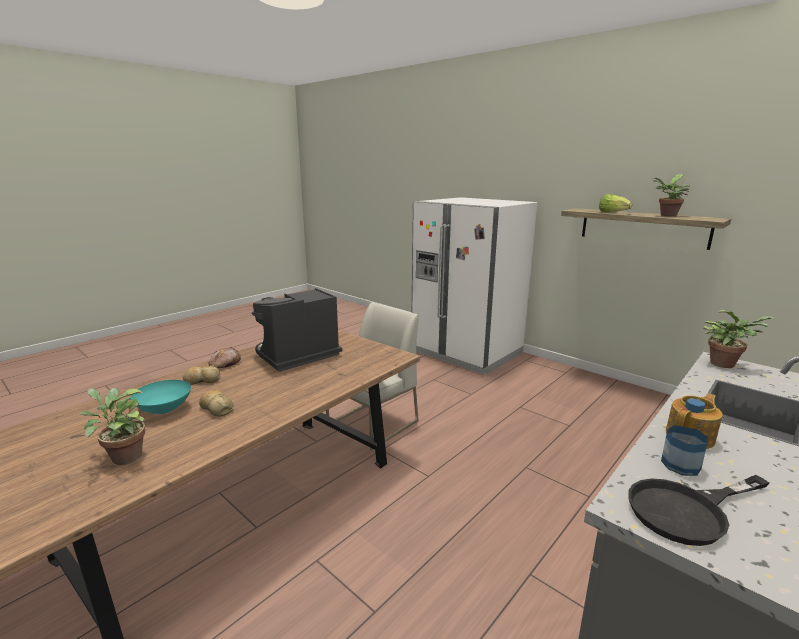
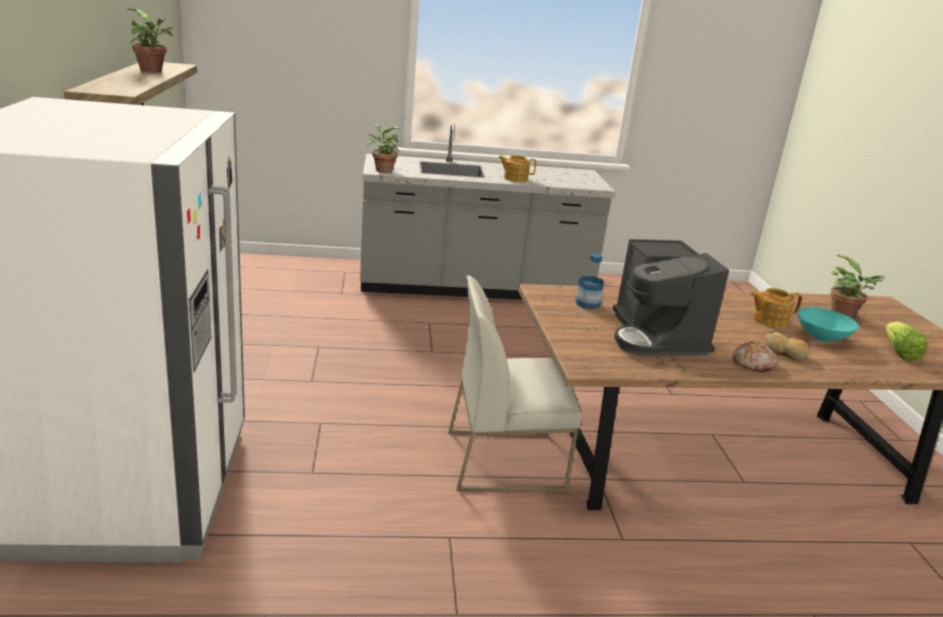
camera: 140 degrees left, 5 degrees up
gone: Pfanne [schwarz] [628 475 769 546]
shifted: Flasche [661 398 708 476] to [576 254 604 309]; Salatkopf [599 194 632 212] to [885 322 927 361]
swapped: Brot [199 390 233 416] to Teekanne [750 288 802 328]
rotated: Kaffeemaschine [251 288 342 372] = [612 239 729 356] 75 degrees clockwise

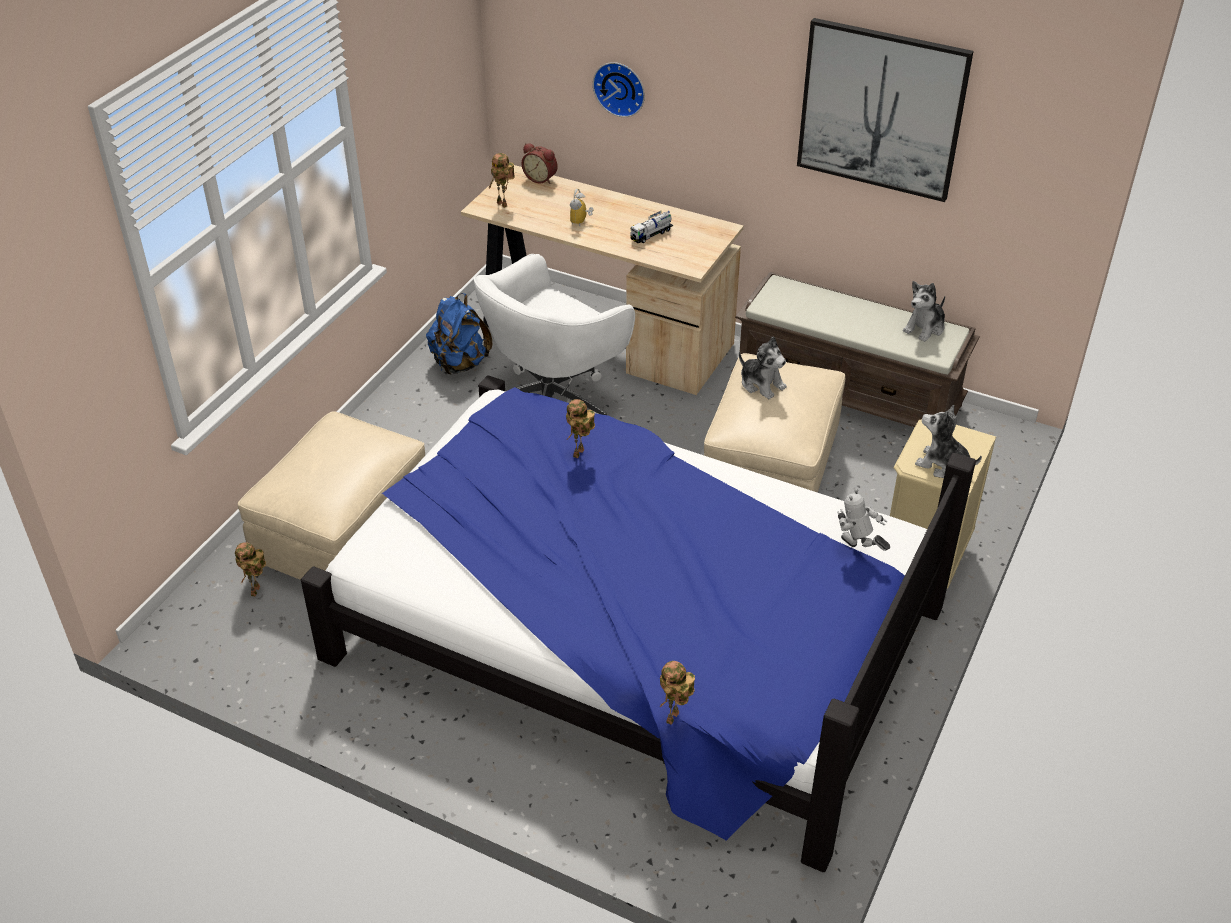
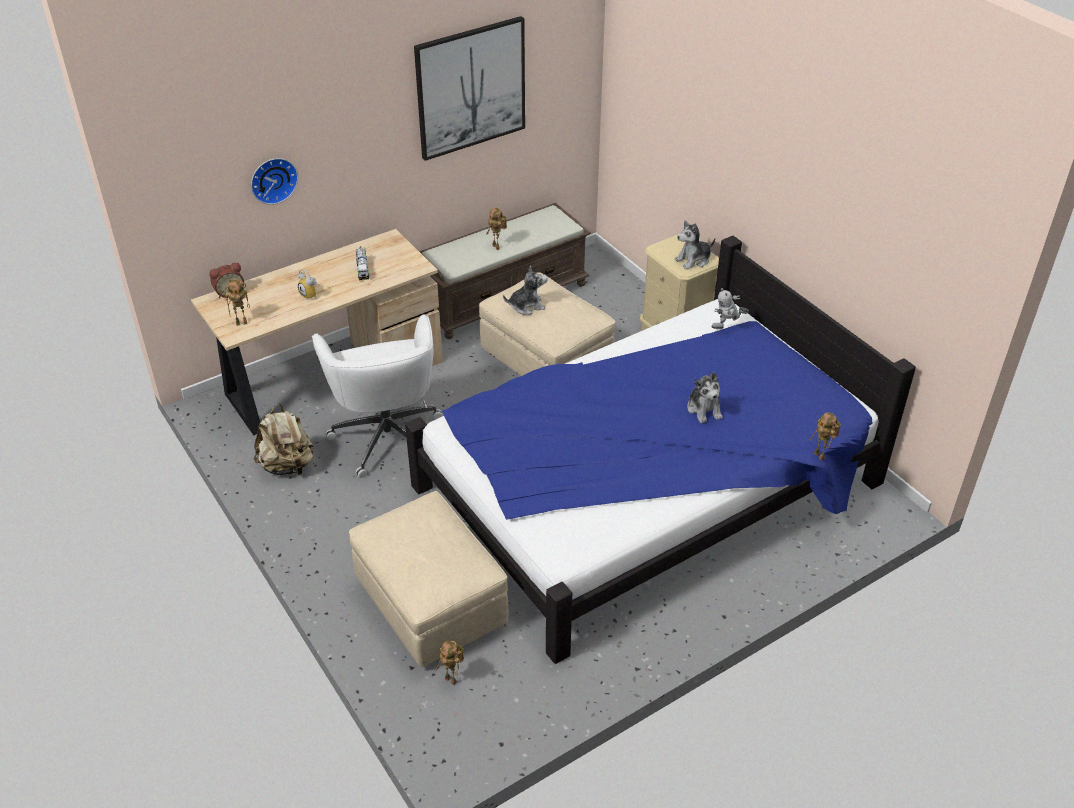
camera: 60 degrees left, 0 degrees up
shifted: Spielzeugroboter [566 399 595 458] to [487 208 507 250]; Plüschtier [903 281 945 342] to [687 372 723 423]
repainted: Rucksack [blau] [426 293 492 375] to Rucksack [beige] [253 403 314 475]

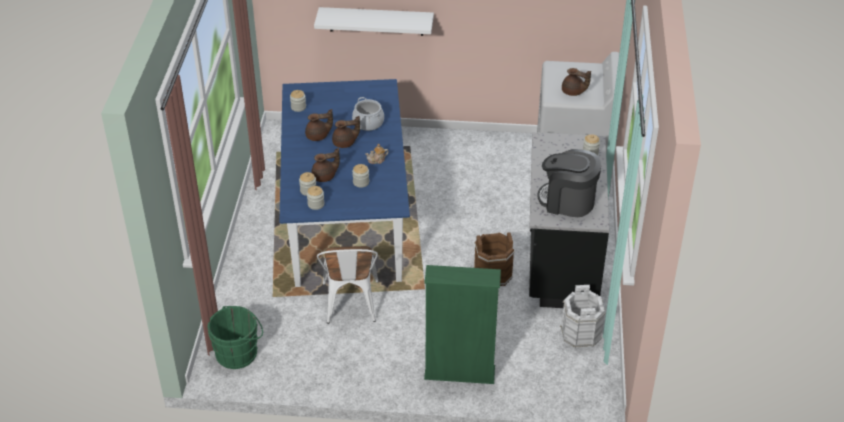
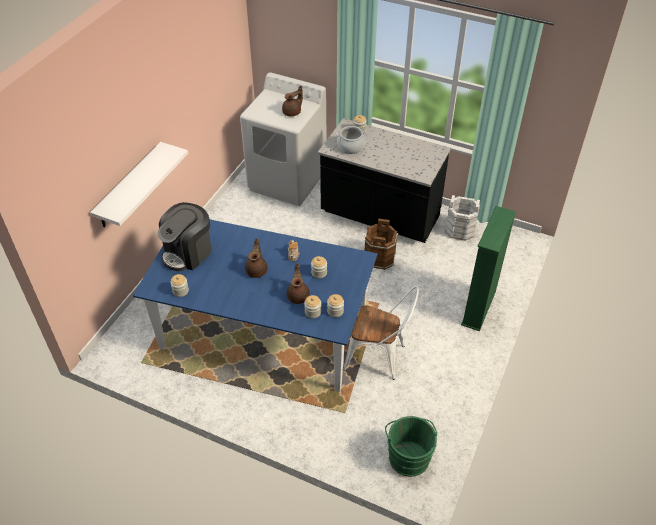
camera: 70 degrees left, 5 degrees up
gone: Teekanne [braun] [305 109 333 141]
shifted: Kaffeemaschine [538 149 601 217] to [158 202 212 271]; Kochtopf [352 97 384 131] to [336 126 367 154]

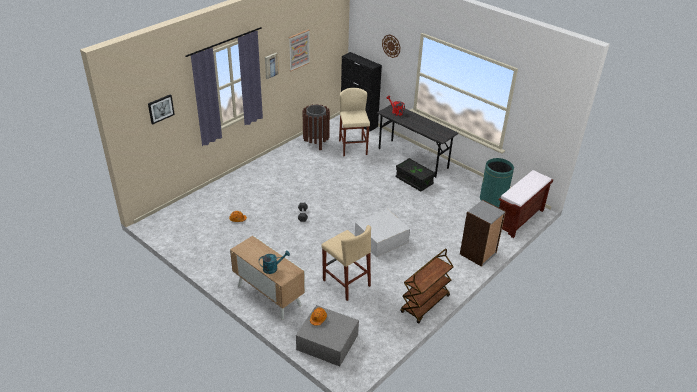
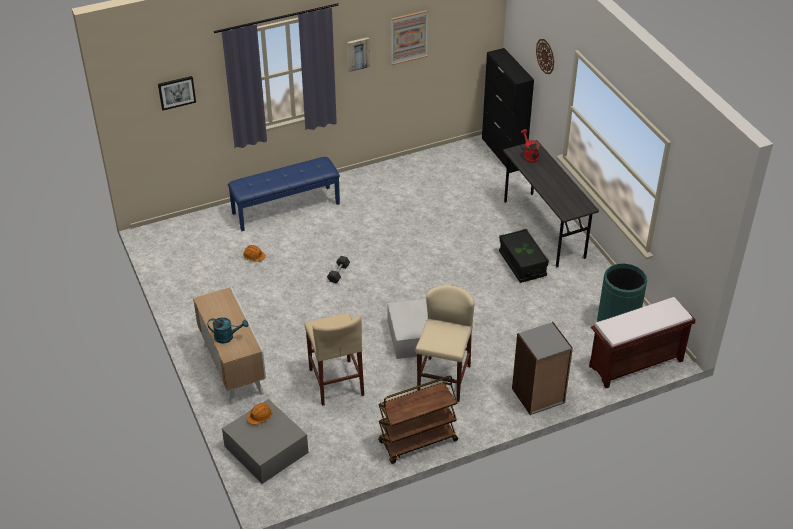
camera: 25 degrees right, 5 degrees up
gone: Mülleimer [braun] [303 104 330 150]
new: Bank [blau] [228 157 340 231]
shifted: Hocker [beige] [339 88 370 156] to [415 285 474 402]

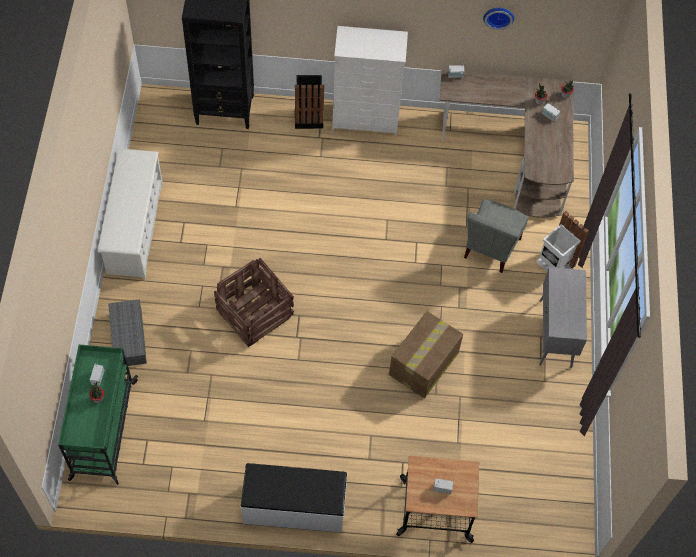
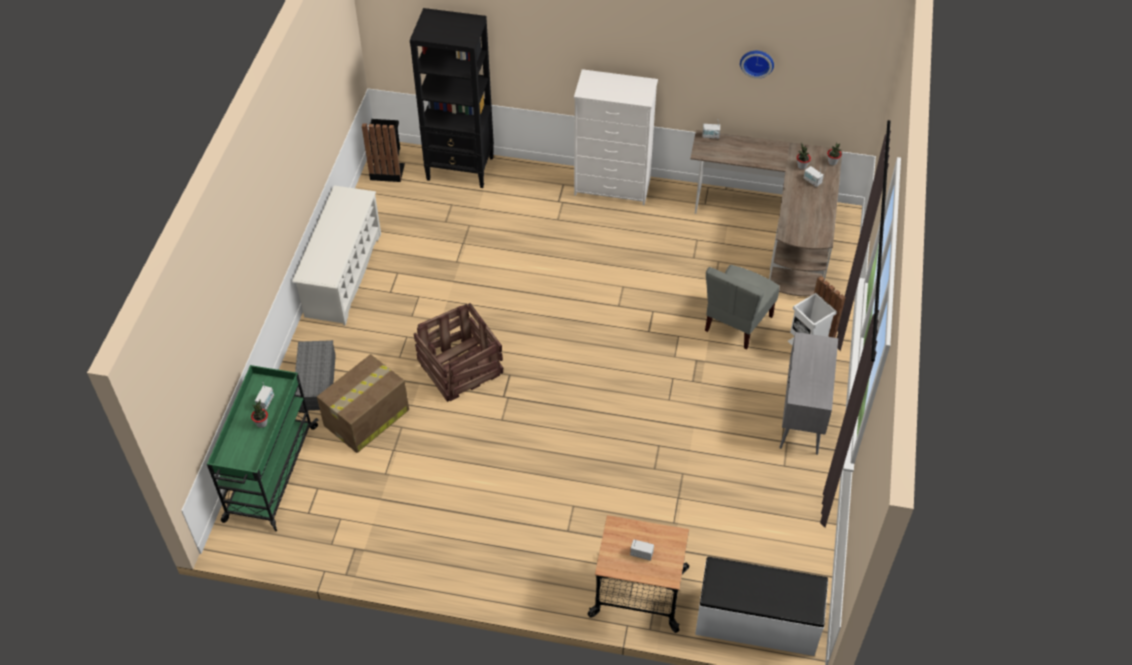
camera: 10 degrees right, 10 degrees down
shifted: Karton [389 311 463 398] to [317 354 409 453]; Mülleimer [schwarz] [295 75 324 129] to [362 119 405 182]; Bank [weiß] [241 463 347 533] to [695 557 828 656]

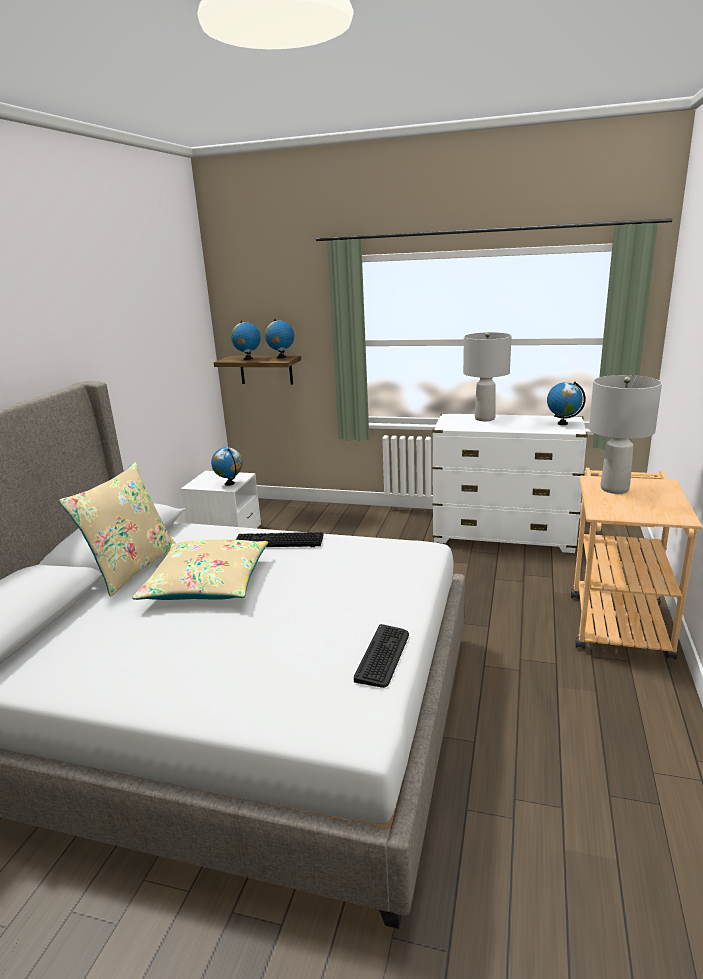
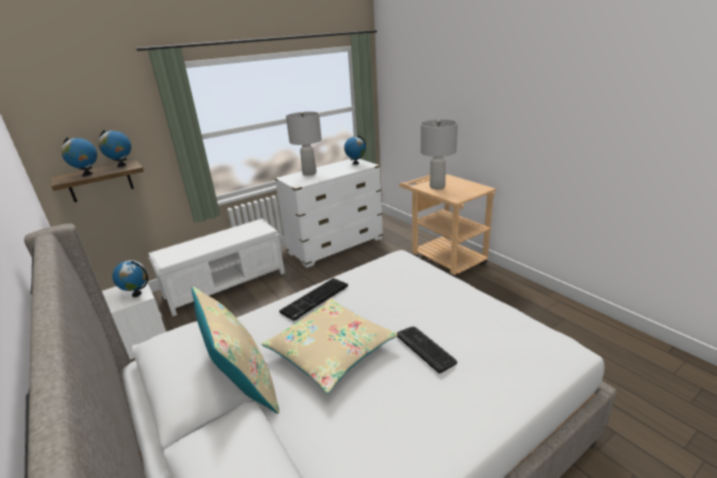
camera: 50 degrees left, 5 degrees up
new: Bank [weiß] [148 218 285 316]
shifted: Tastatur [354 624 409 688] to [397 327 457 374]

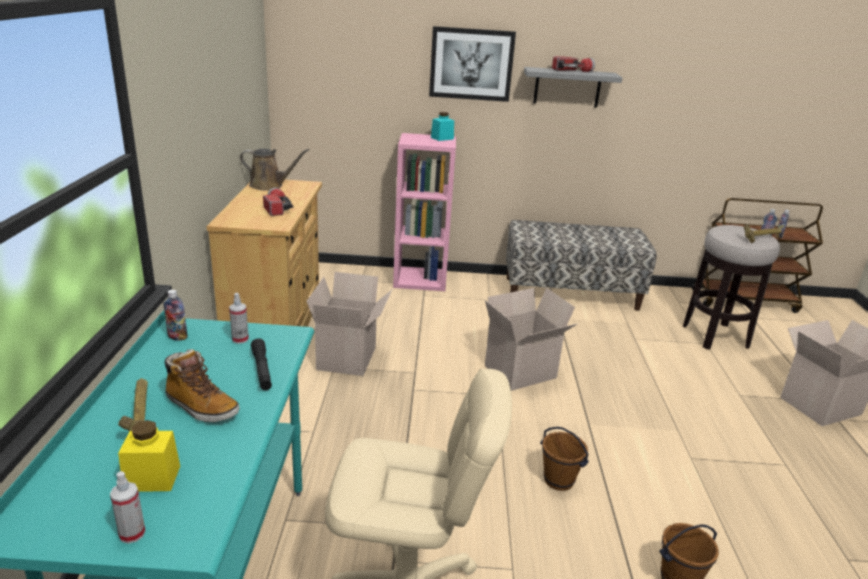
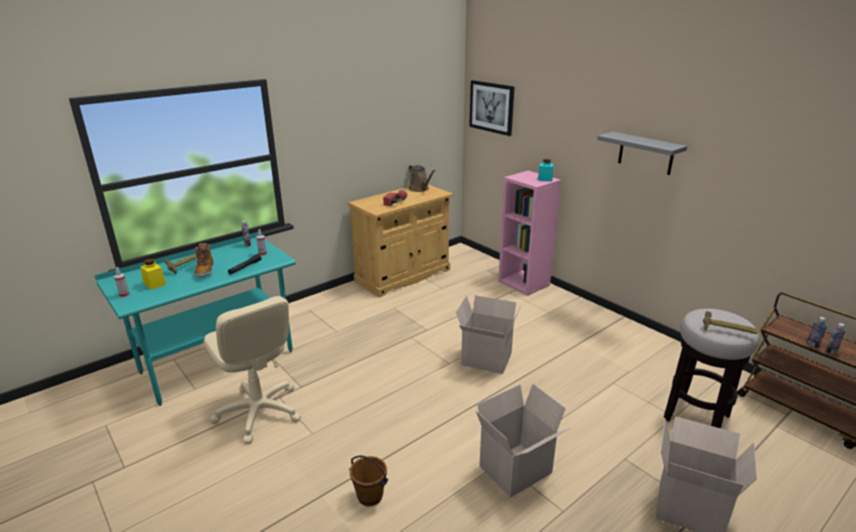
camera: 50 degrees right, 0 degrees up
gone: Bank [506 220 656 311]; Eimer [braun] [540 427 589 491]; Taschenlampe [552 56 595 72]
shifted: Bild [429 26 516 102] to [469 80 515 136]; Karton [307 272 393 376] to [476 384 571 498]

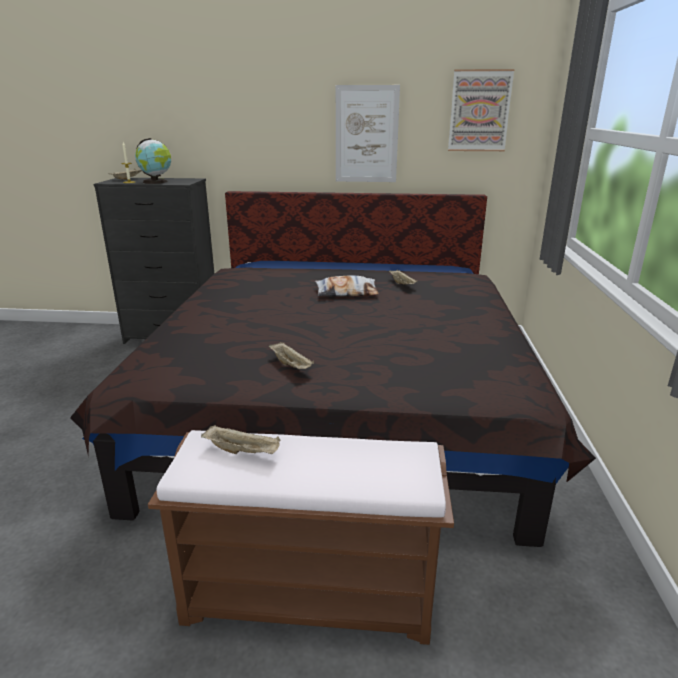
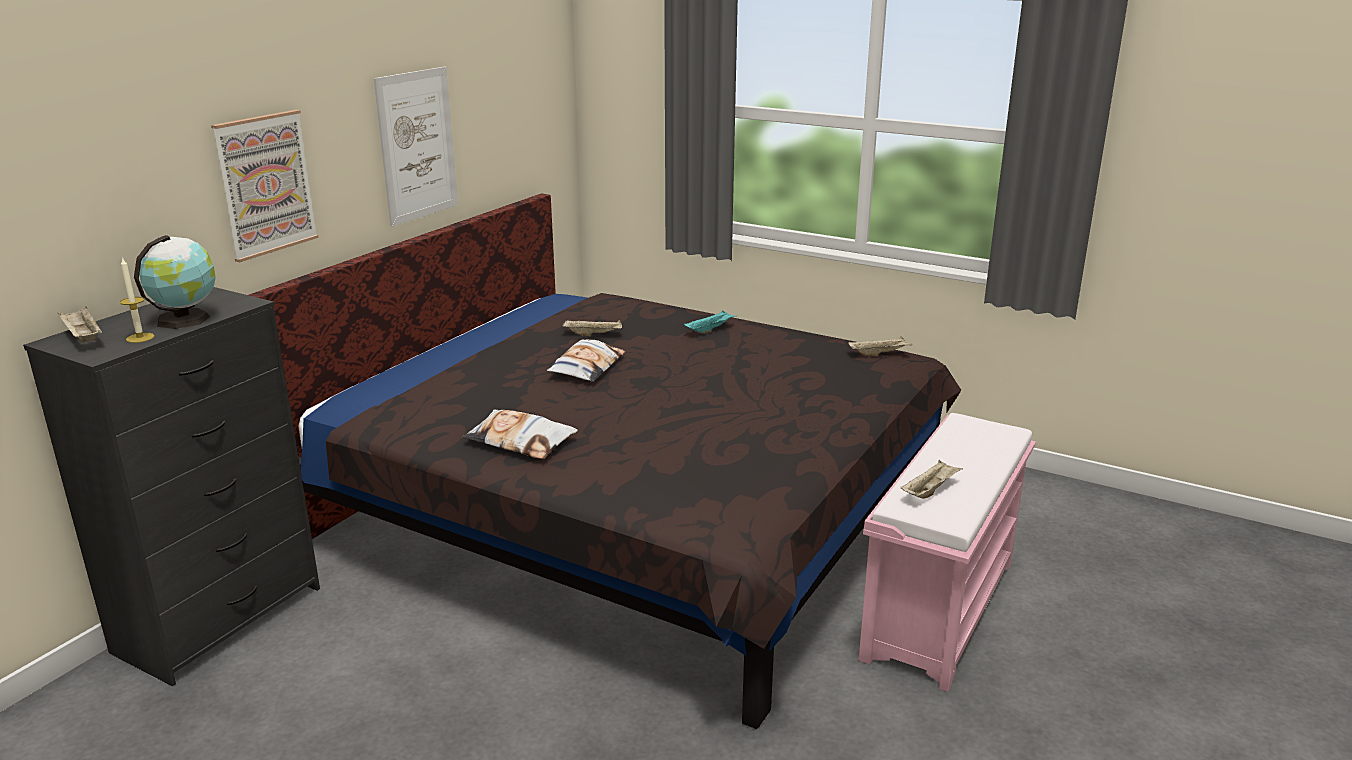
camera: 65 degrees left, 0 degrees up
new: Kissen [463 409 578 459]; Tablett [türkis] [684 310 736 333]
shifted: Bild [448 69 515 151] to [211 110 319 262]; Tablett [beige] [269 342 314 369] to [848 336 912 356]
repainted: Bank [braun] [148 430 454 645] to Bank [rosa] [859 413 1036 692]

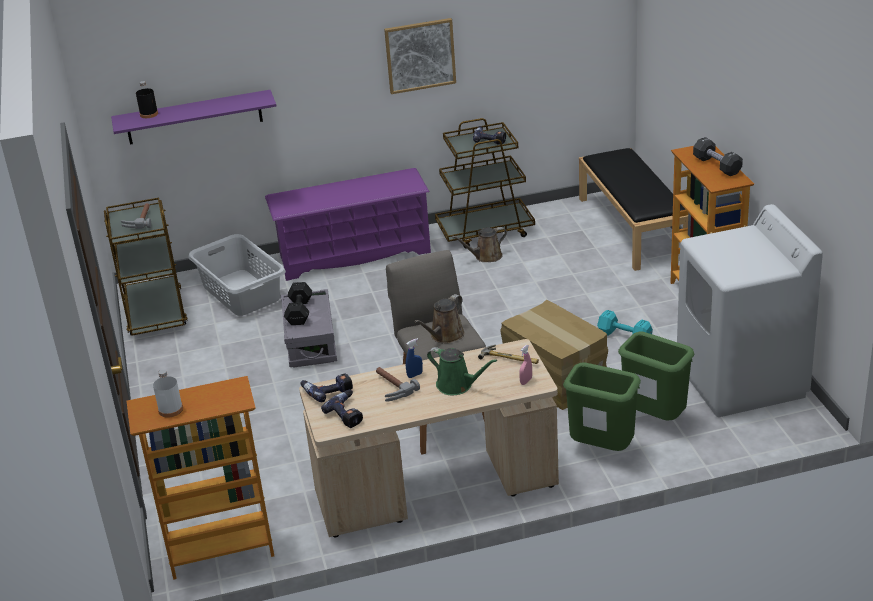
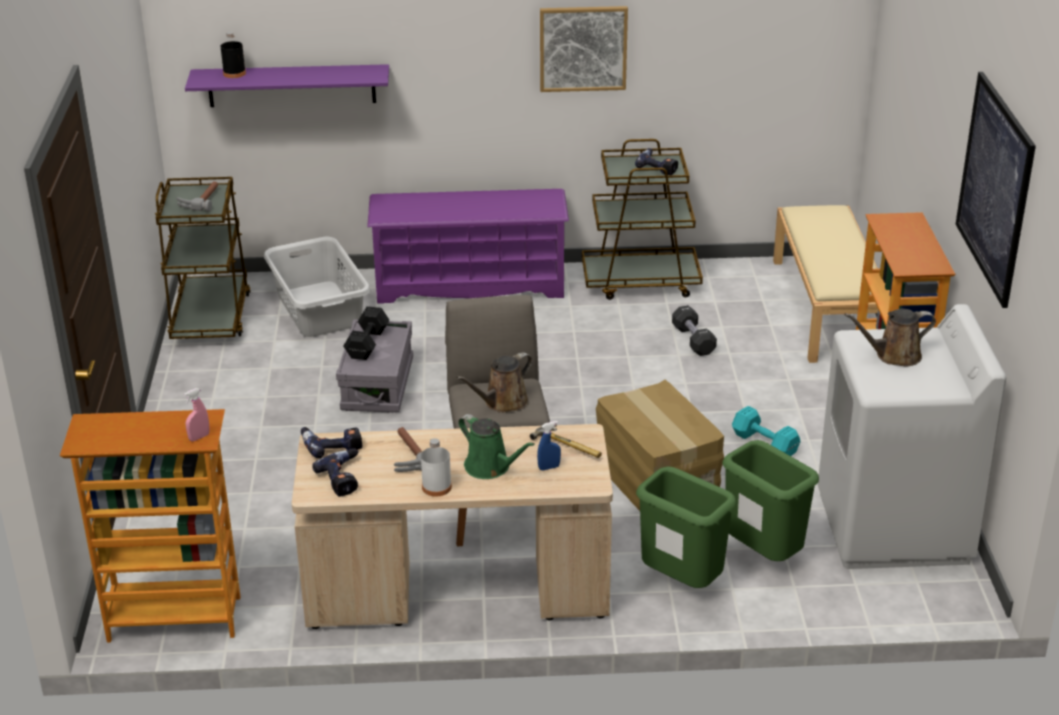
camera: 10 degrees right, 0 degrees up
new: Bild [956 72 1036 308]
shifted: Sprühflasche [rosa] [519 345 532 385] to [184 388 209 441]; Flasche [weiß] [153 370 183 418] to [421 438 452 496]; Sprühflasche [blau] [405 338 423 378] to [537 421 561 470]; Hantel [schwarz] [693 137 743 176] to [672 305 717 356]; Gießkanne [braun] [452 227 507 262] to [844 309 936 367]
repainted: Bank [schwarz] [579 148 688 271] to Bank [beige] [773 205 878 363]

